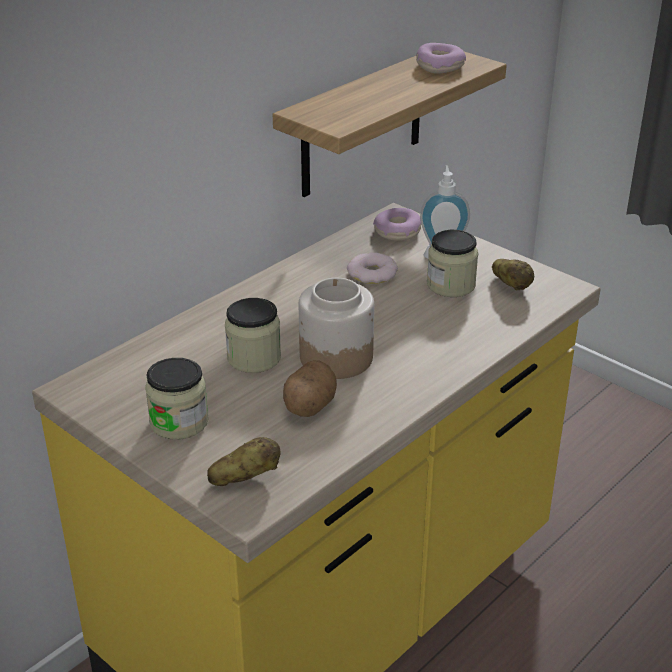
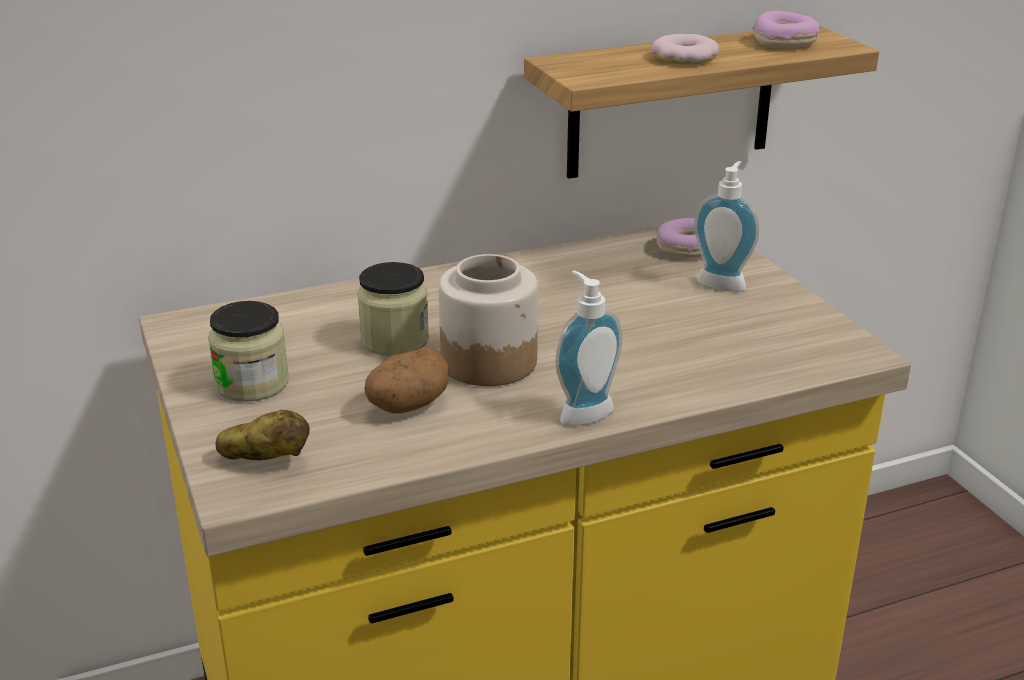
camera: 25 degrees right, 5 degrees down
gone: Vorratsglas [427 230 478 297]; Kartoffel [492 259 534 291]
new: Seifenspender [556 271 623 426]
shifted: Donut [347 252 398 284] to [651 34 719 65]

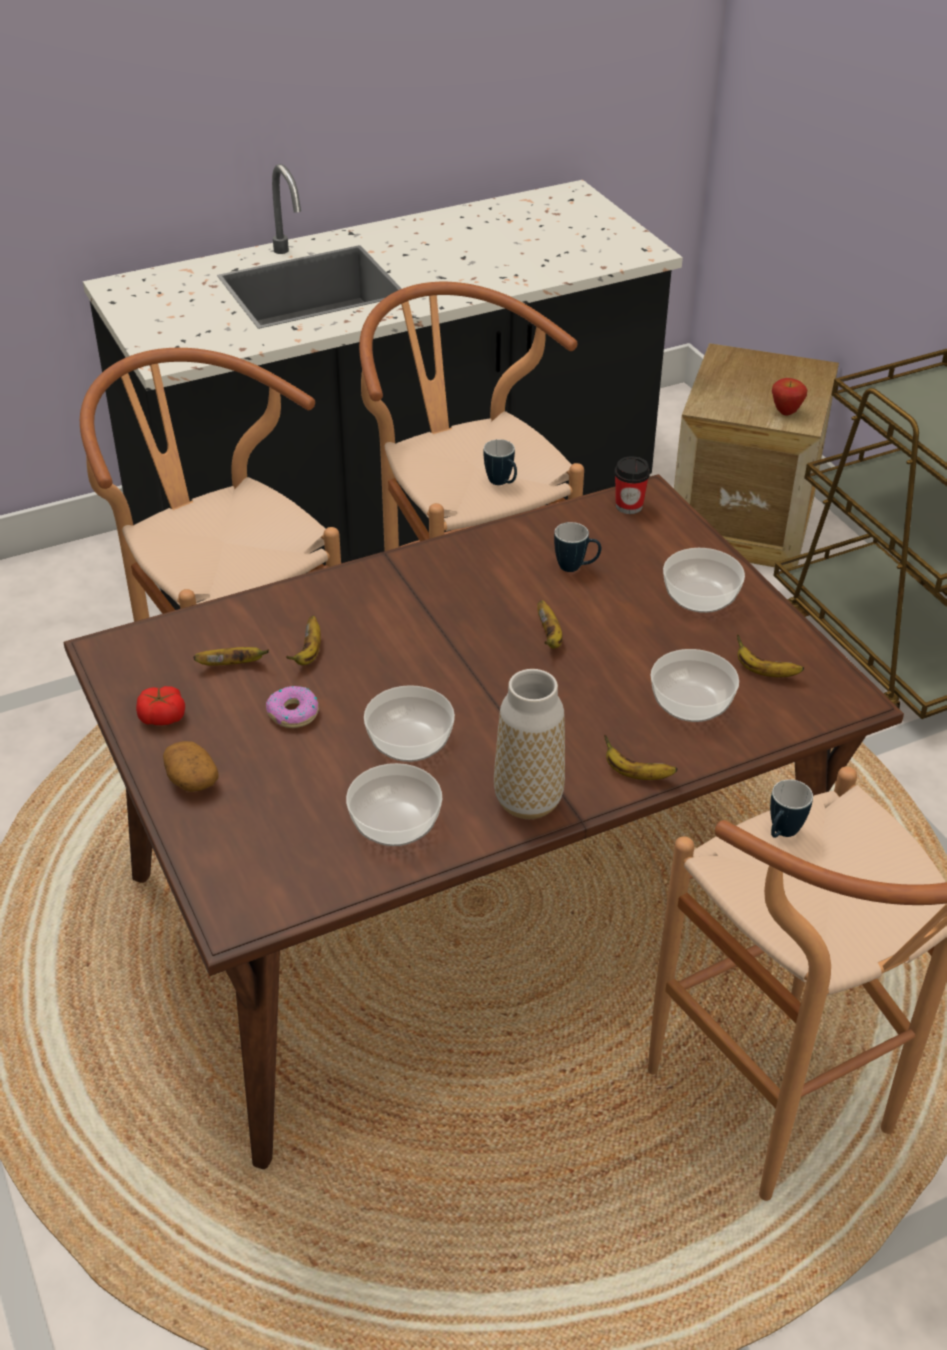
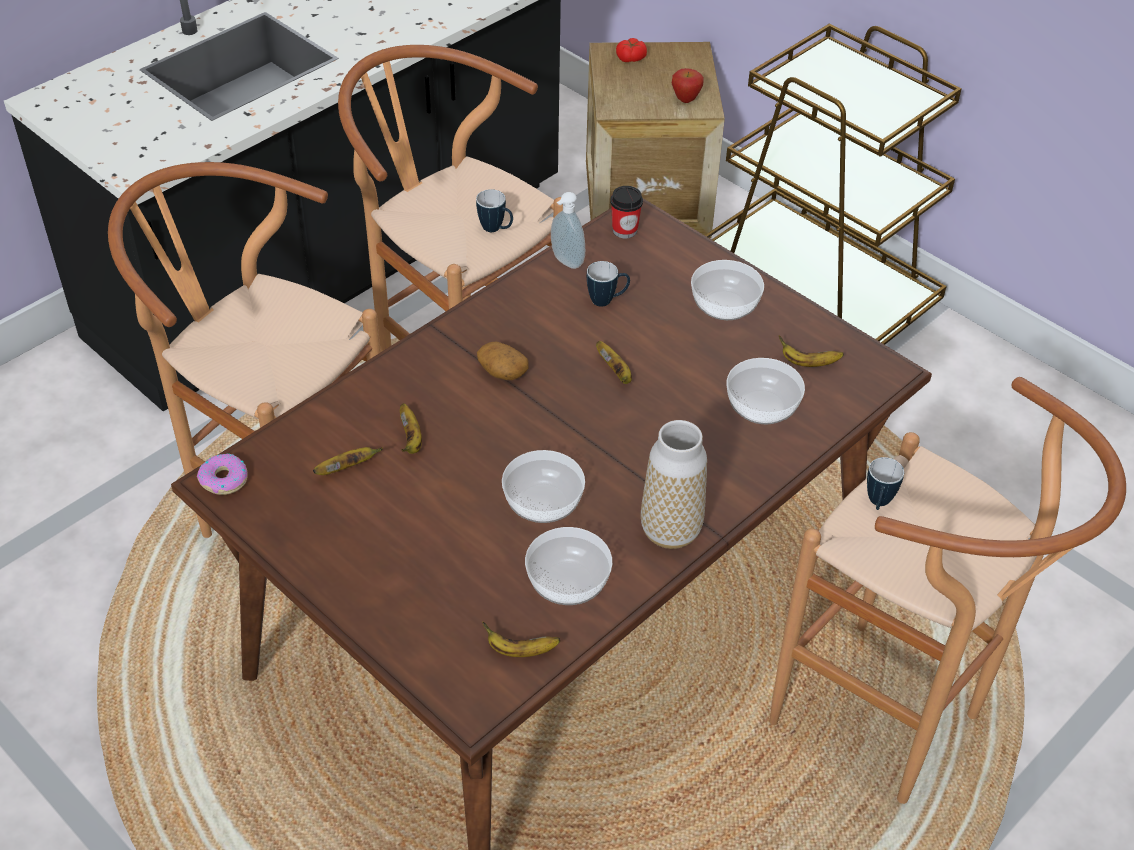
camera: 20 degrees left, 5 degrees up
new: Seifenspender [551 192 585 269]
shifted: Donut [266 686 319 728] to [197 453 248 495]; Kartoffel [163 741 219 792] to [477 341 529 380]; Banane [604 735 677 780] to [482 621 560 657]; Tomate [136 686 185 725] to [616 38 647 62]

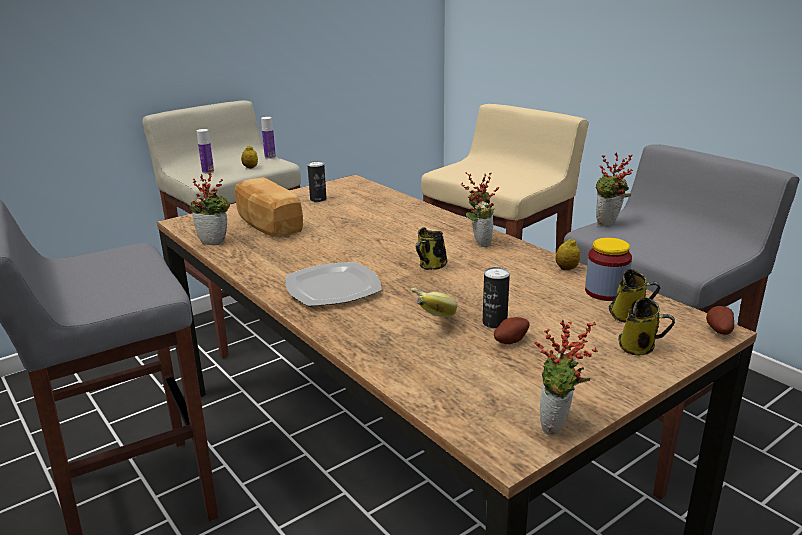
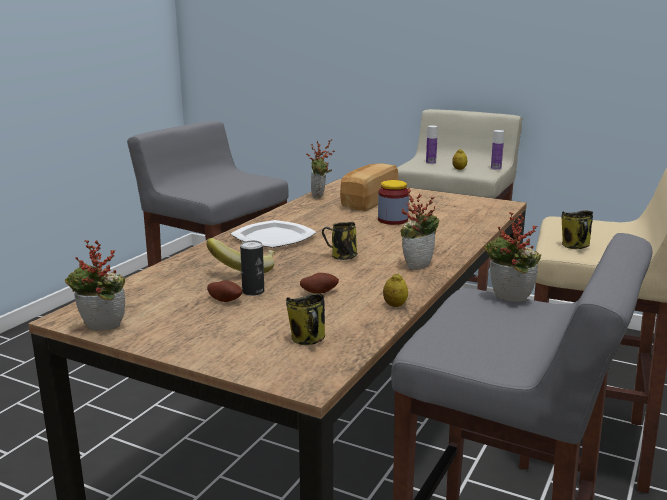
camera: 65 degrees right, 5 degrees down
gone: Dose [308 161 327 202]
shifted: Kartoffel [706 306 734 335] to [300 273 339 294]; Vorratsglas [585 238 632 301] to [378 180 409 225]; Henkelbecher [619 298 675 356] to [562 210 593 249]

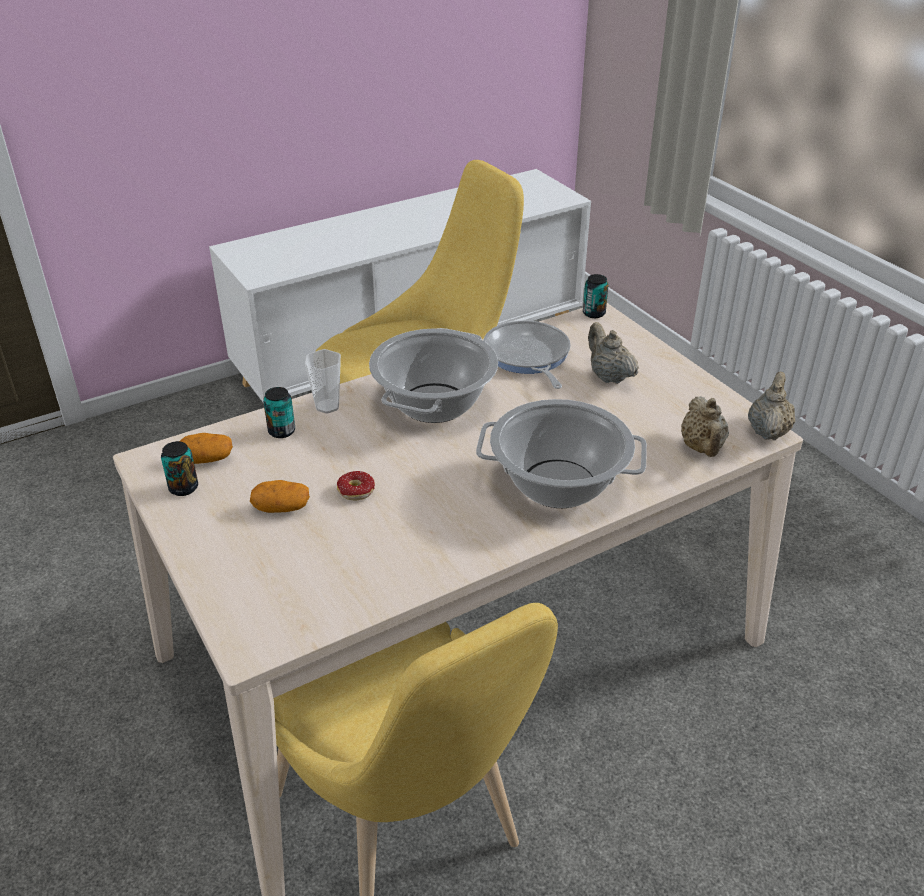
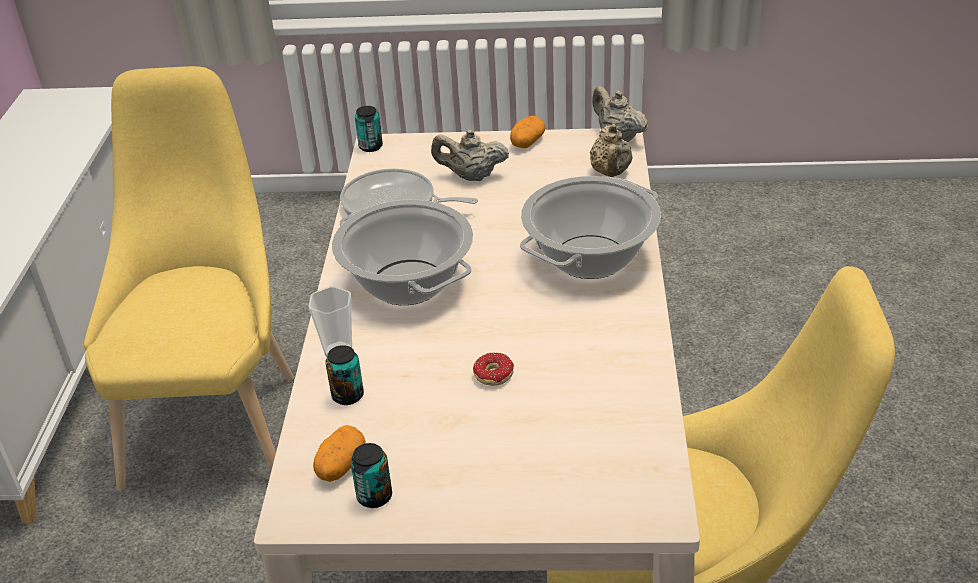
camera: 55 degrees left, 0 degrees up
shifted: Kartoffel [250 480 310 513] to [510 116 546 148]
rotated: Teekanne [beige] [681 396 729 457] = [590 124 633 177] 60 degrees clockwise

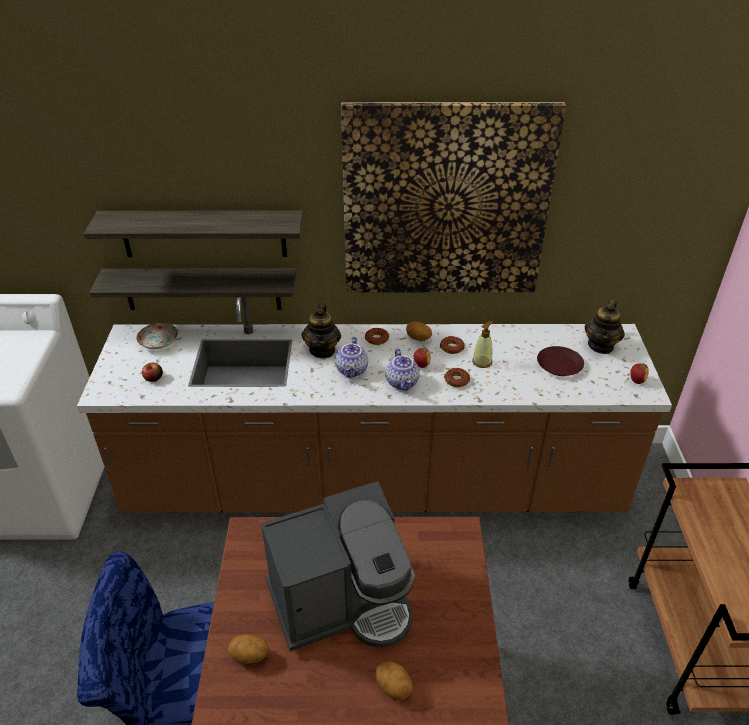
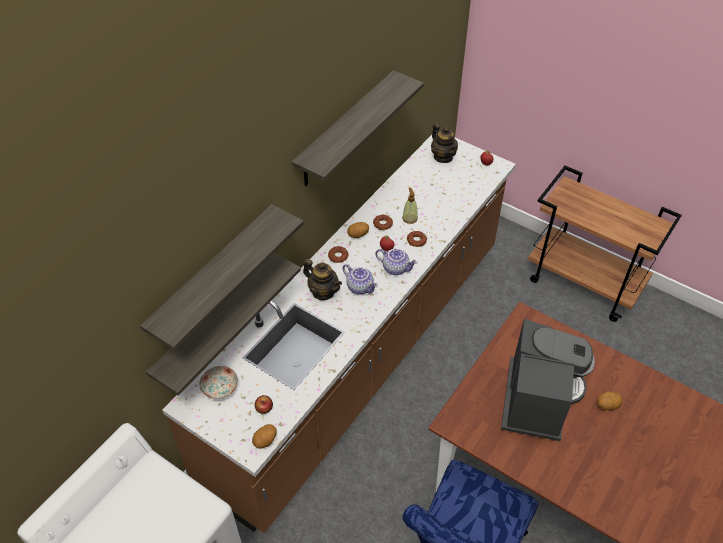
camera: 55 degrees left, 10 degrees up
gone: Teller [braun] [537 346 584 376]
shifted: Kartoffel [228 634 269 664] to [252 424 277 449]
swapped: Bild [341 102 566 292] to Wandregal [292 70 424 186]

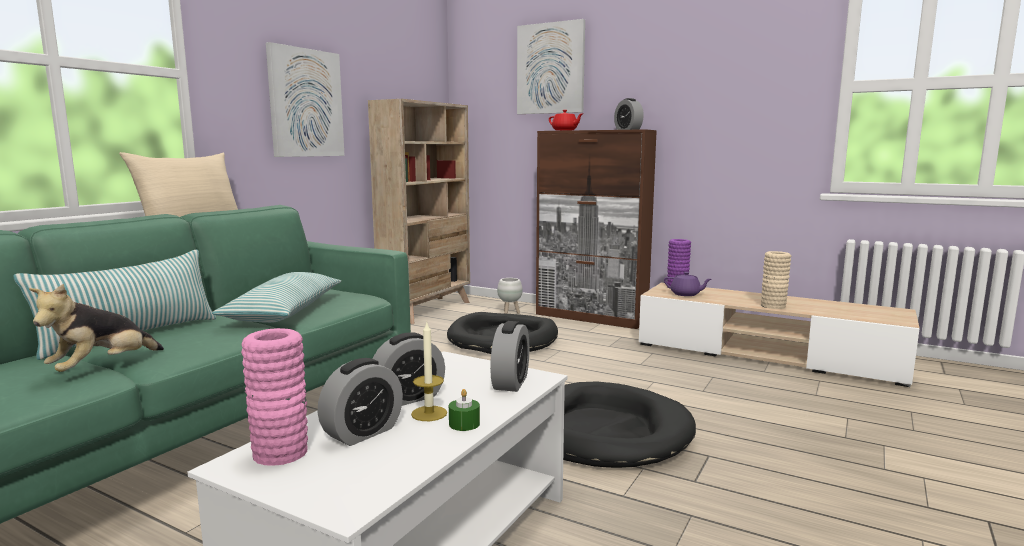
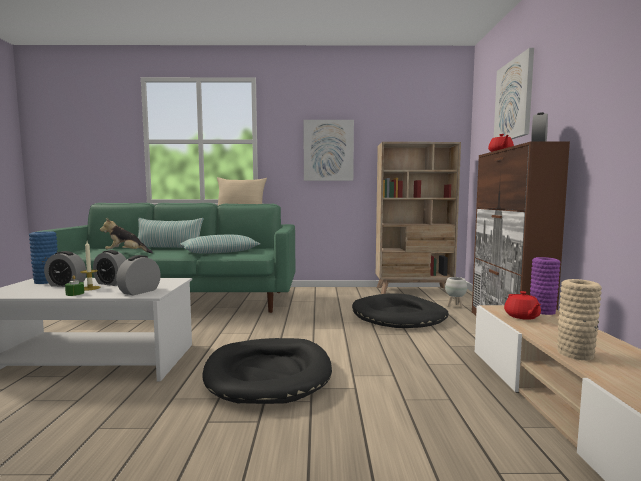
camera: 60 degrees right, 5 degrees down
repainted: Vase [rosa] [241 328 308 466] to Vase [blau] [29 231 58 284]; Teekanne [lila] [664 272 711 296] to Teekanne [rot] [504 291 541 320]
rotated: Wecker [490 321 529 392] = [116 255 161 295] 135 degrees clockwise

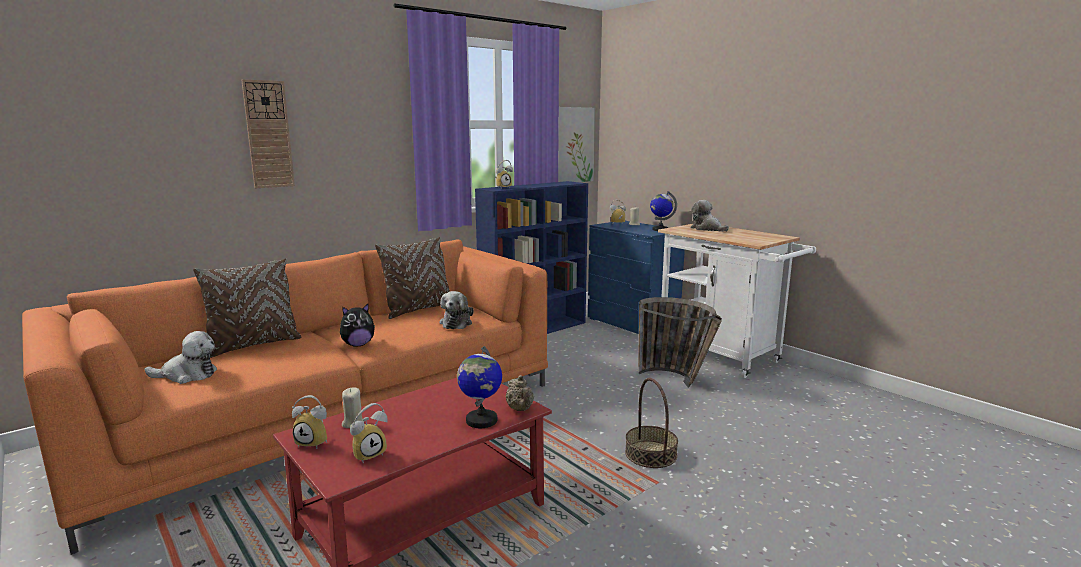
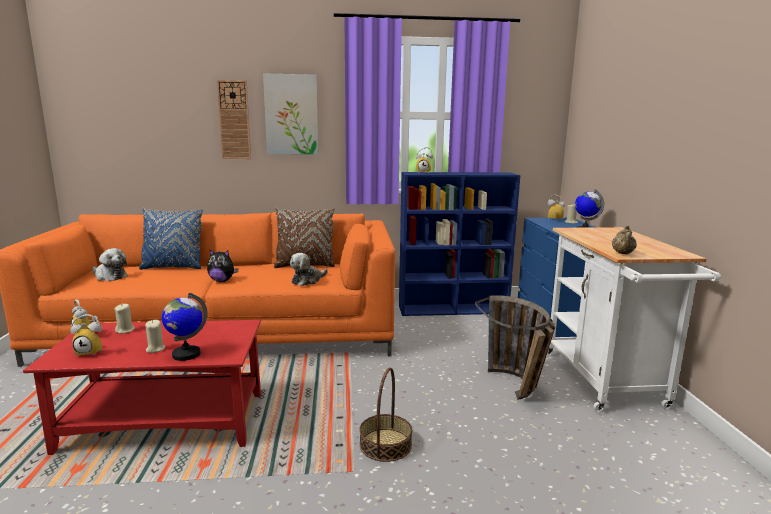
camera: 35 degrees right, 0 degrees up
gone: Plüschtier [691 200 729 232]
new: Kerze [beige] [145 320 165 353]
shifted: Bild [558 107 595 182] to [263 73 318 155]; Teekanne [beige] [506 375 534 411] to [612 225 637 254]
repainted: Kissen [braun] [193 258 301 358] to Kissen [blau] [139 208 203 270]

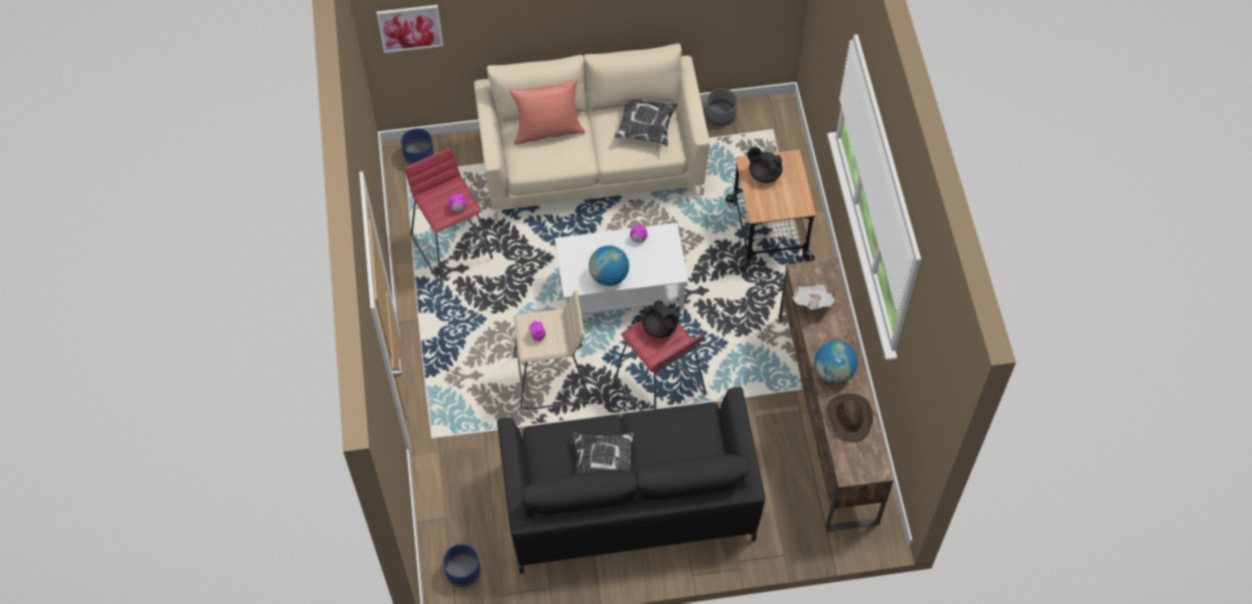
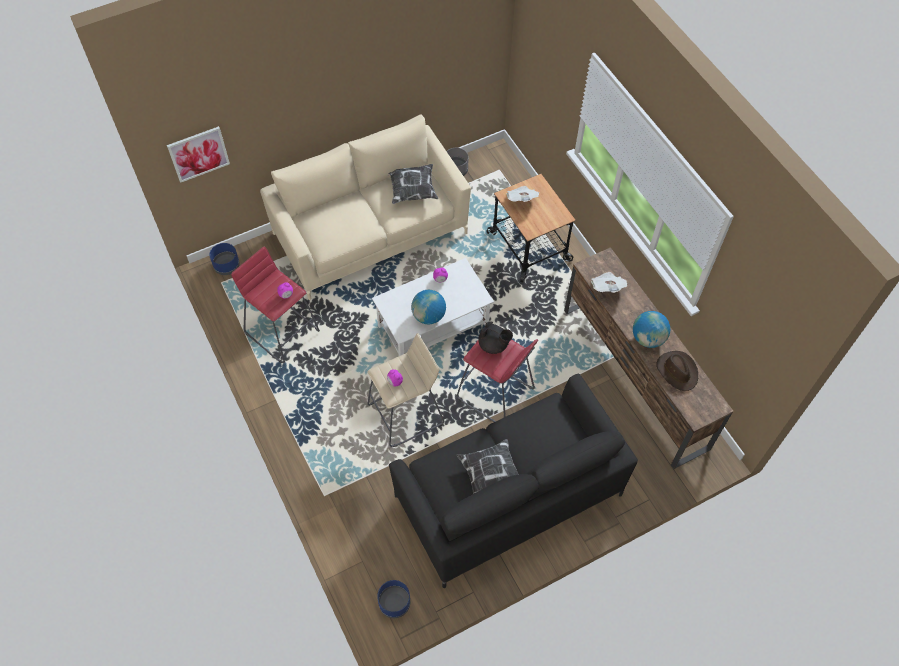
camera: 20 degrees left, 0 degrees up
gone: Kissen [rot] [510 79 585 145]
swapped: Teekanne [schwarz] [747 147 782 183] to Zeitung [507 186 539 202]

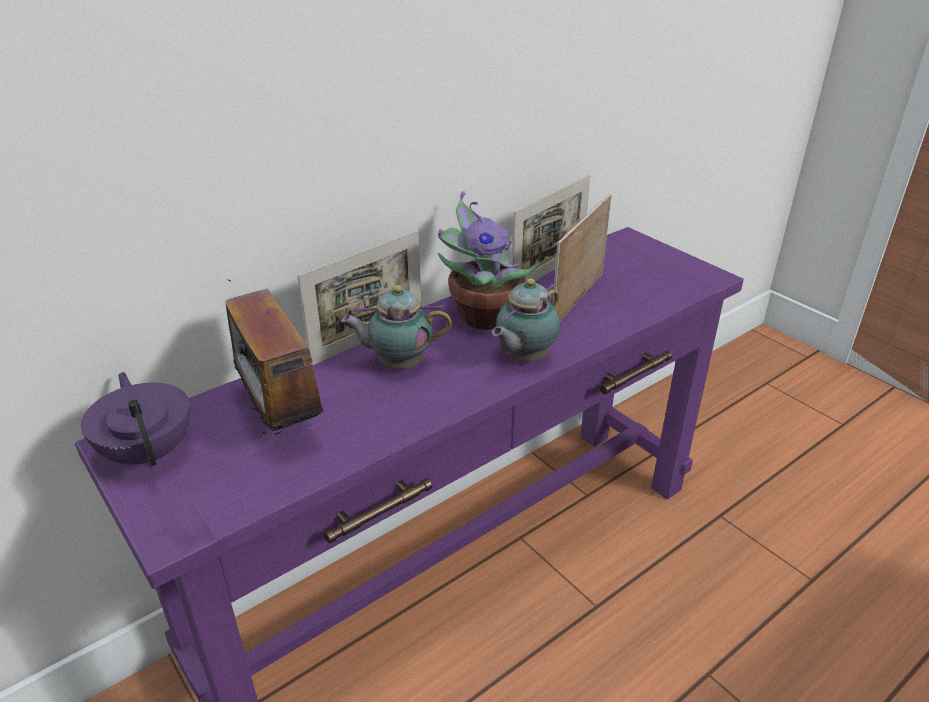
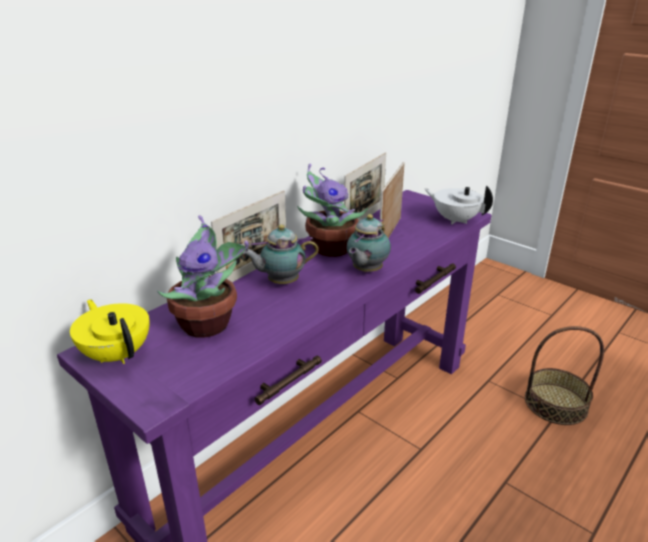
camera: 10 degrees left, 5 degrees down
new: Teekanne [weiß] [425 186 493 225]; Korb [525 326 604 425]
swapped: Radio [225 280 329 435] to Topfpflanze [157 215 249 338]
repainted: Teekanne [lila] [81 372 190 467] to Teekanne [gelb] [70 299 149 364]

